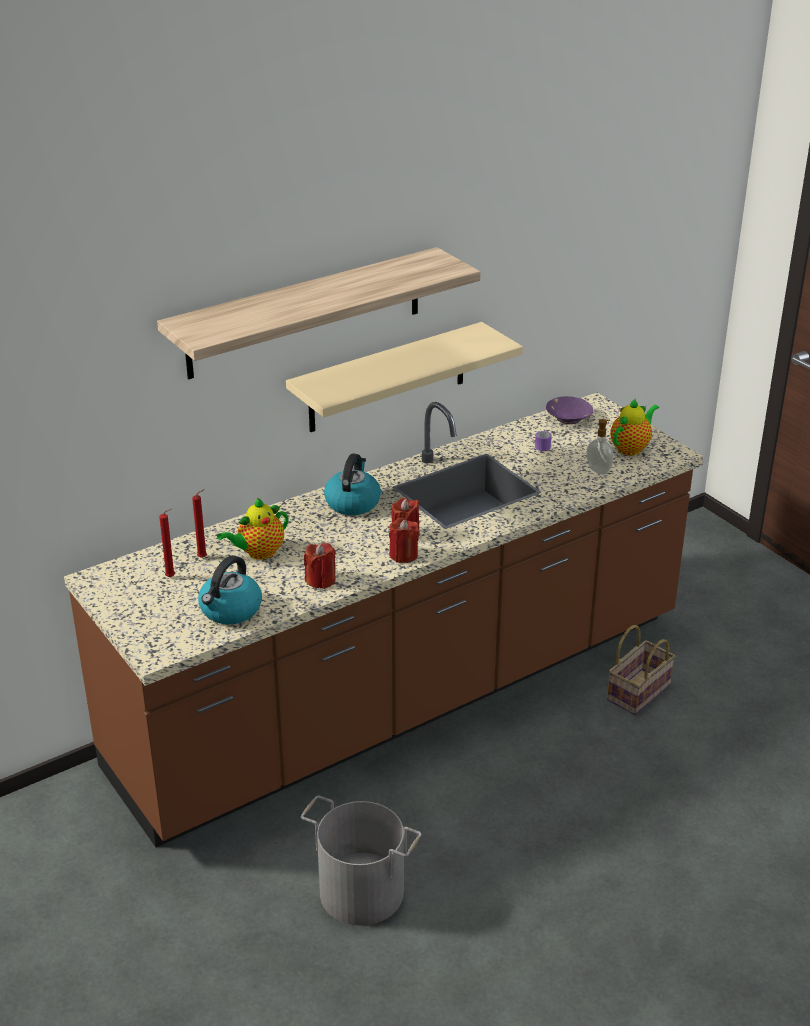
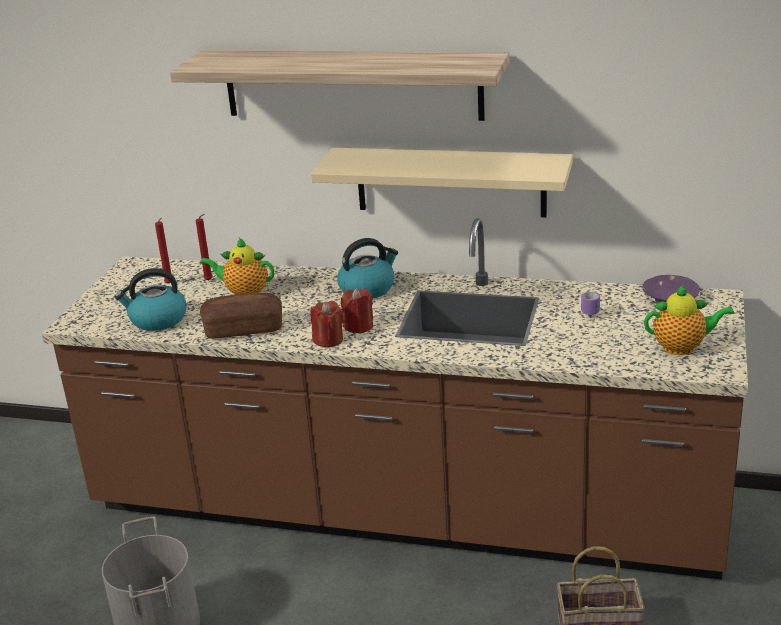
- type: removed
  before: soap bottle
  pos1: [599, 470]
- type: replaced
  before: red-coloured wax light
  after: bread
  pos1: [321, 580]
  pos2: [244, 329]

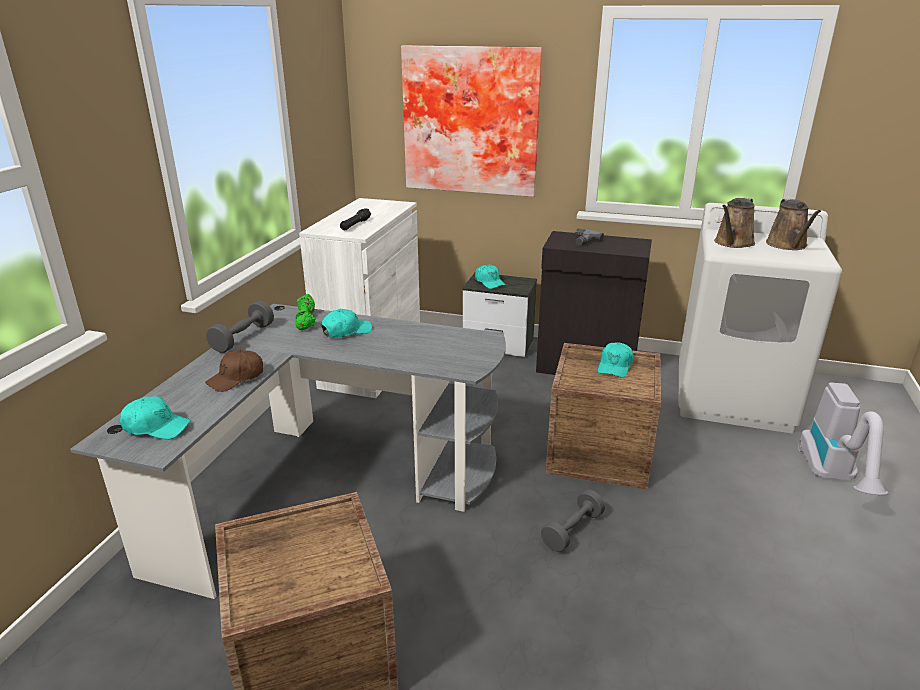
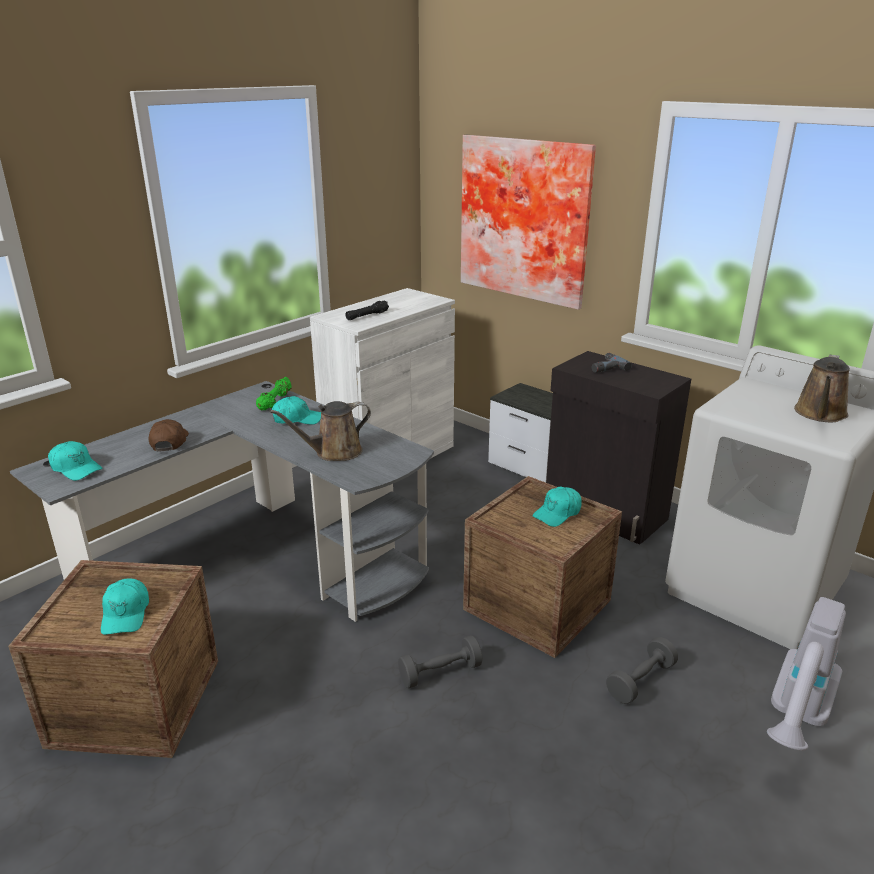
- type: moved
  before: grey hand weight
  pos1: [243, 338]
  pos2: [640, 681]
- type: moved
  before: turquoise cap
  pos1: [489, 282]
  pos2: [126, 614]
- type: moved
  before: brown watering pot
  pos1: [732, 243]
  pos2: [334, 452]
- type: turned
  before: brown cap
  pos1: [236, 378]
  pos2: [169, 442]
  turn: 105

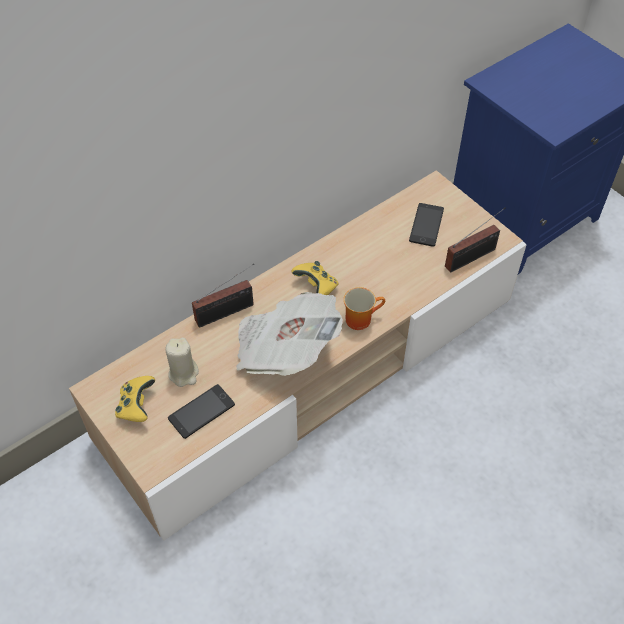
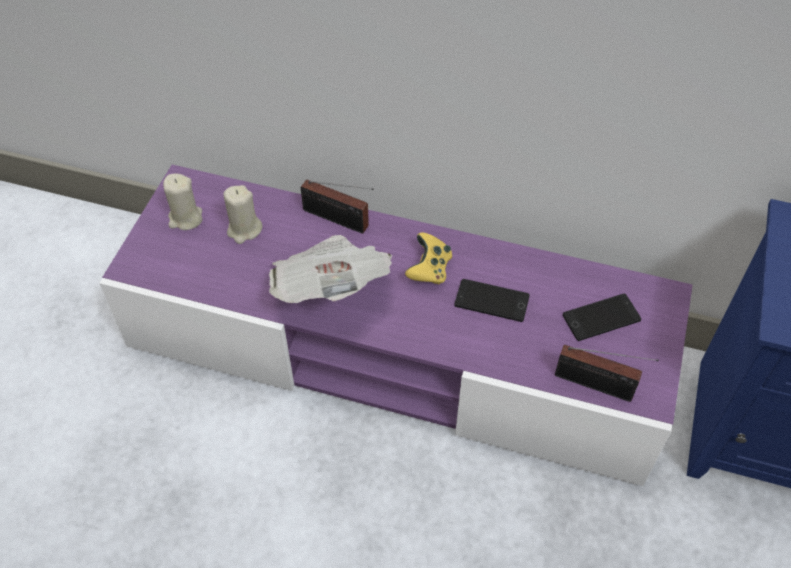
- type: removed
  before: coffee mug
  pos1: [360, 317]
- type: moved
  before: handset
  pos1: [201, 411]
  pos2: [491, 301]
- type: replaced
  before: yellow-coloured game controller
  after: beige-coloured wax light
  pos1: [136, 406]
  pos2: [185, 218]
- type: recoloured
  before: beige-coloured media console
  after: purple-coloured media console
  pos1: [312, 368]
  pos2: [395, 351]

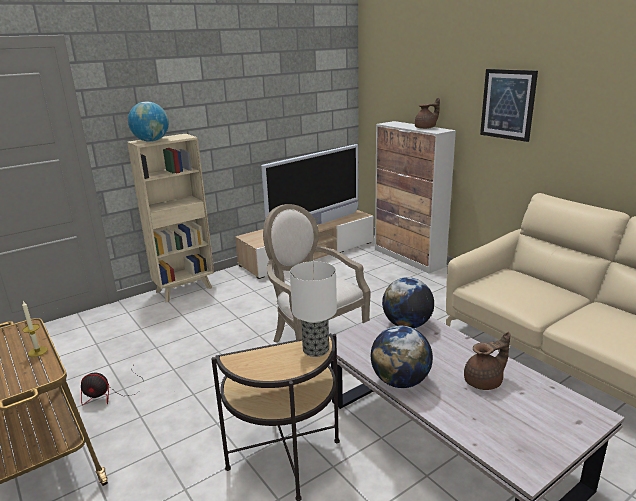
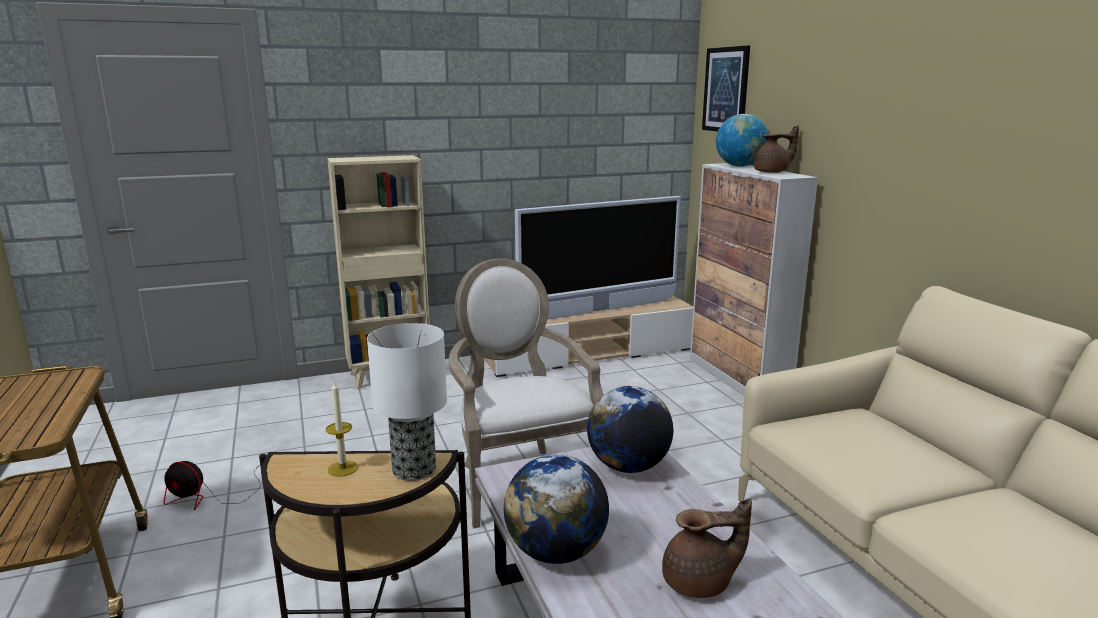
- type: moved
  before: wax light
  pos1: [37, 351]
  pos2: [343, 468]
- type: moved
  before: world globe
  pos1: [151, 141]
  pos2: [740, 166]
- type: moved
  before: wall art
  pos1: [508, 104]
  pos2: [726, 90]

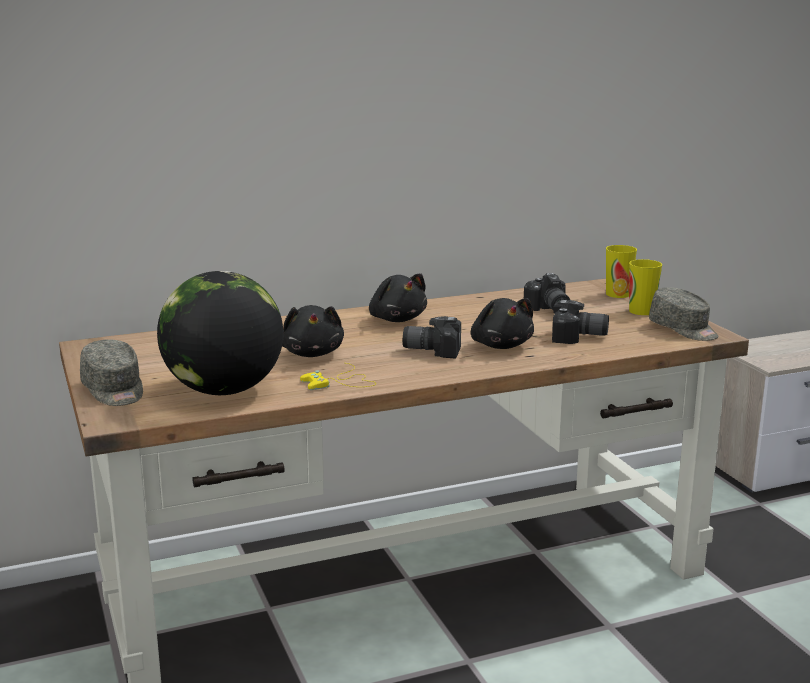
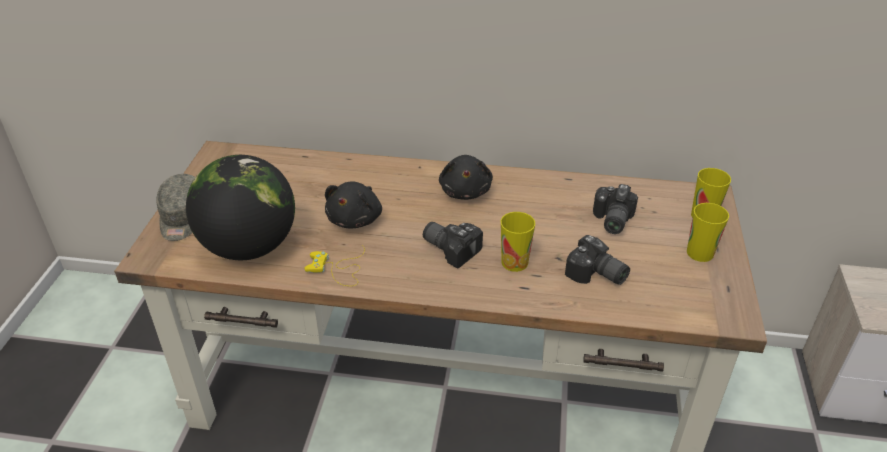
- type: removed
  before: grey cap
  pos1: [683, 330]
- type: replaced
  before: blackish soft toy
  after: drinking cup
  pos1: [501, 345]
  pos2: [514, 262]

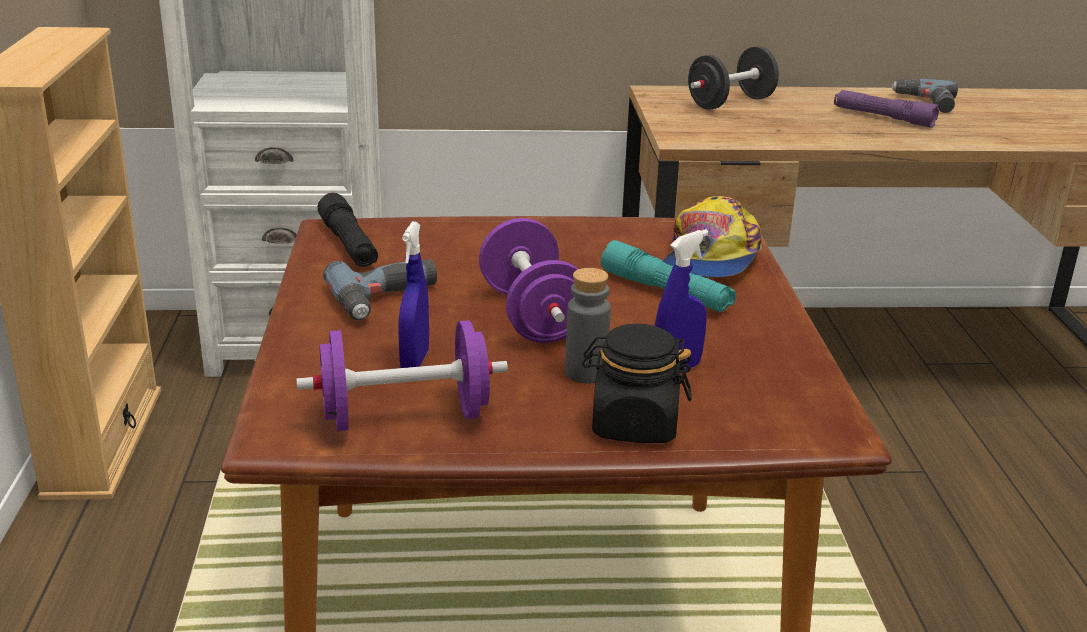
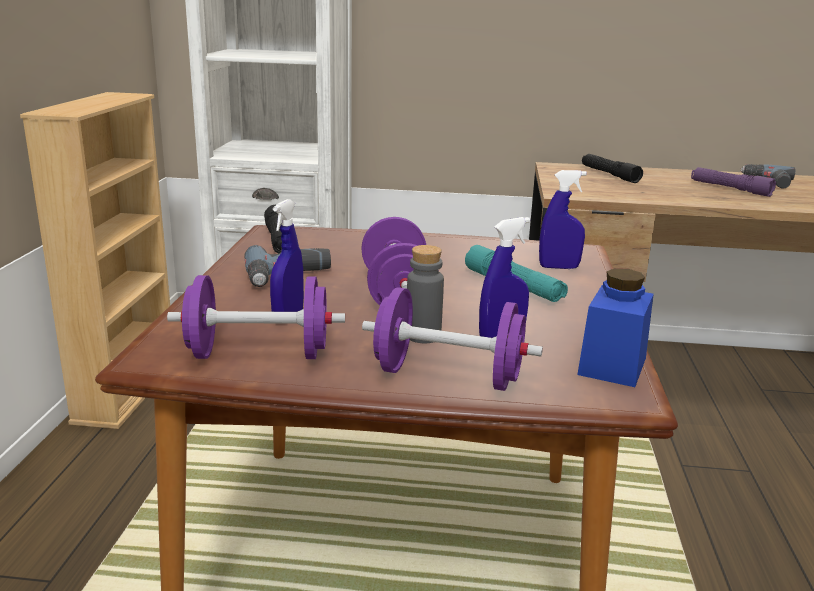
- type: added
  after: blue-coloured preserve jar
  pos2: [612, 366]
- type: replaced
  before: blackish preserve jar
  after: purple-coloured hand weight
  pos1: [633, 425]
  pos2: [448, 376]
- type: replaced
  before: cap
  after: blue-coloured hand sprayer
  pos1: [710, 259]
  pos2: [559, 267]
- type: replaced
  before: blackish hand weight
  after: blackish flashlight
  pos1: [730, 103]
  pos2: [609, 175]

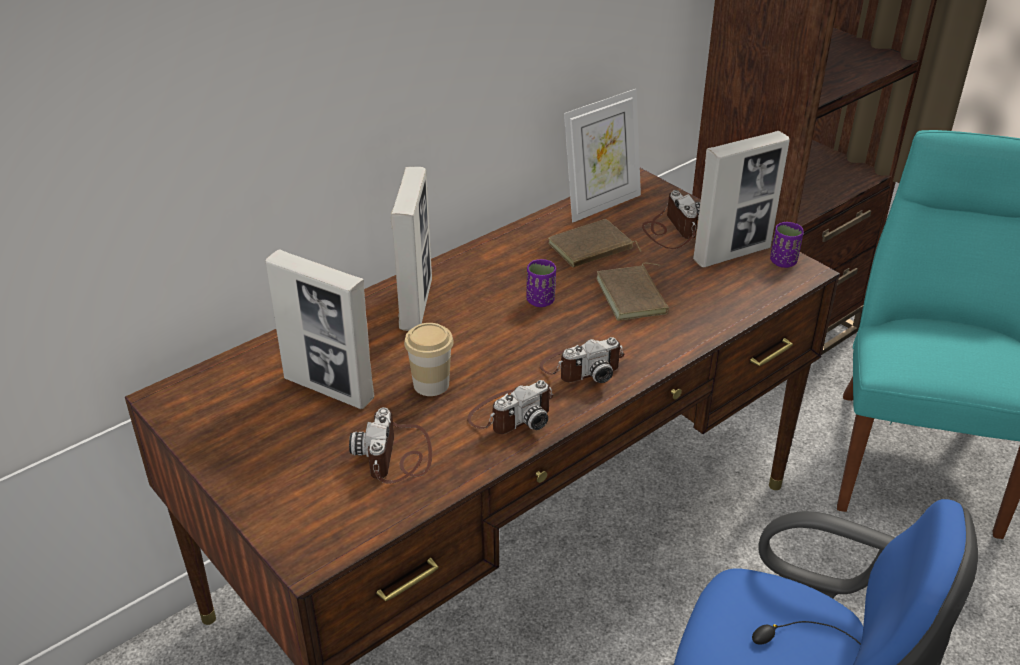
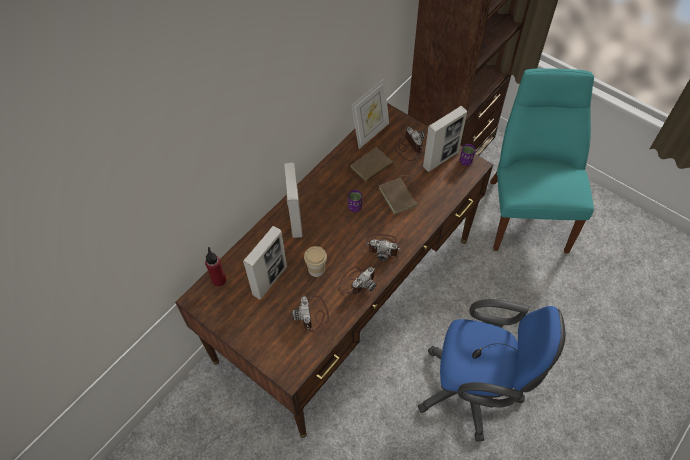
- type: added
  after: red-coloured beverage bottle
  pos2: [219, 280]
- type: turned
  before: photo frame
  pos1: [329, 389]
  pos2: [270, 280]
  turn: -75
- type: turned
  before: photo camera
  pos1: [581, 367]
  pos2: [383, 246]
  turn: 45

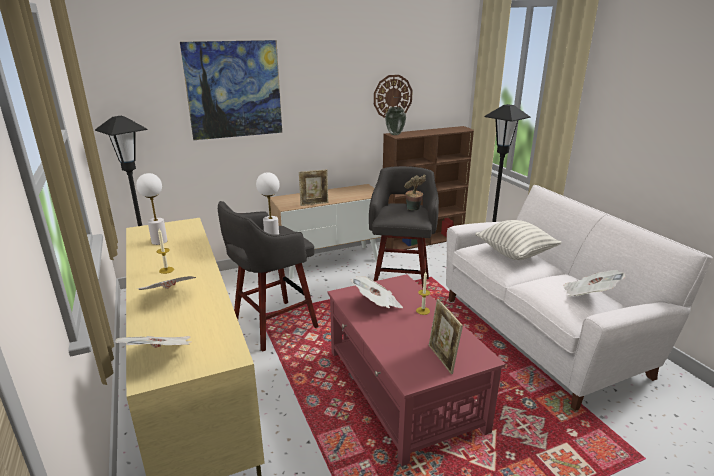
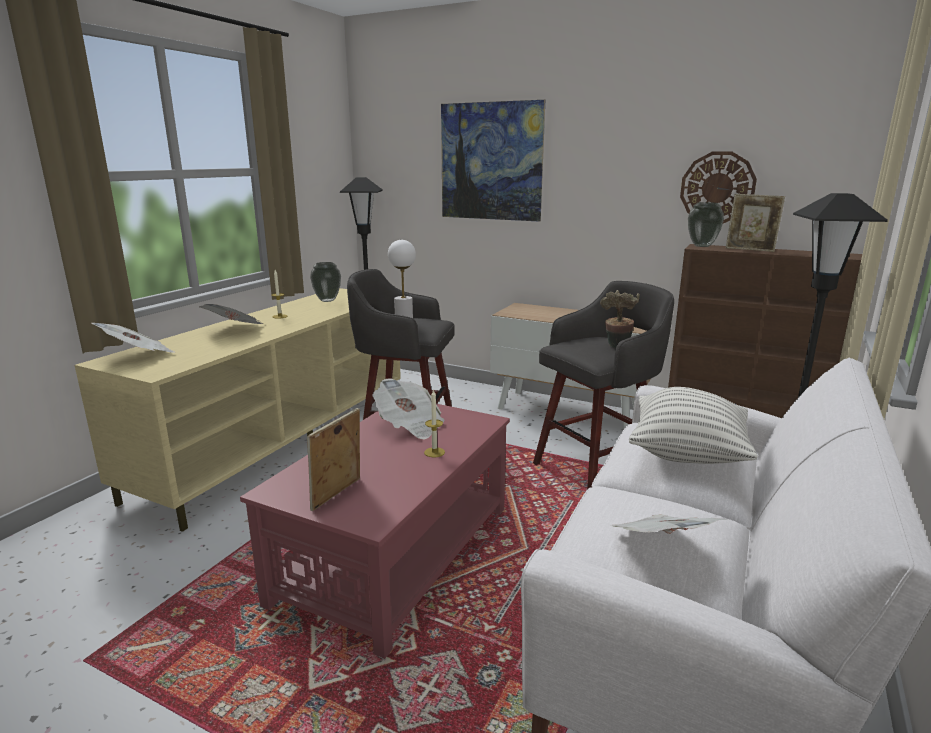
- type: moved
  before: photo frame
  pos1: [314, 204]
  pos2: [750, 250]
- type: replaced
  before: white tabletop lamp
  after: decorative vase
  pos1: [159, 241]
  pos2: [328, 300]

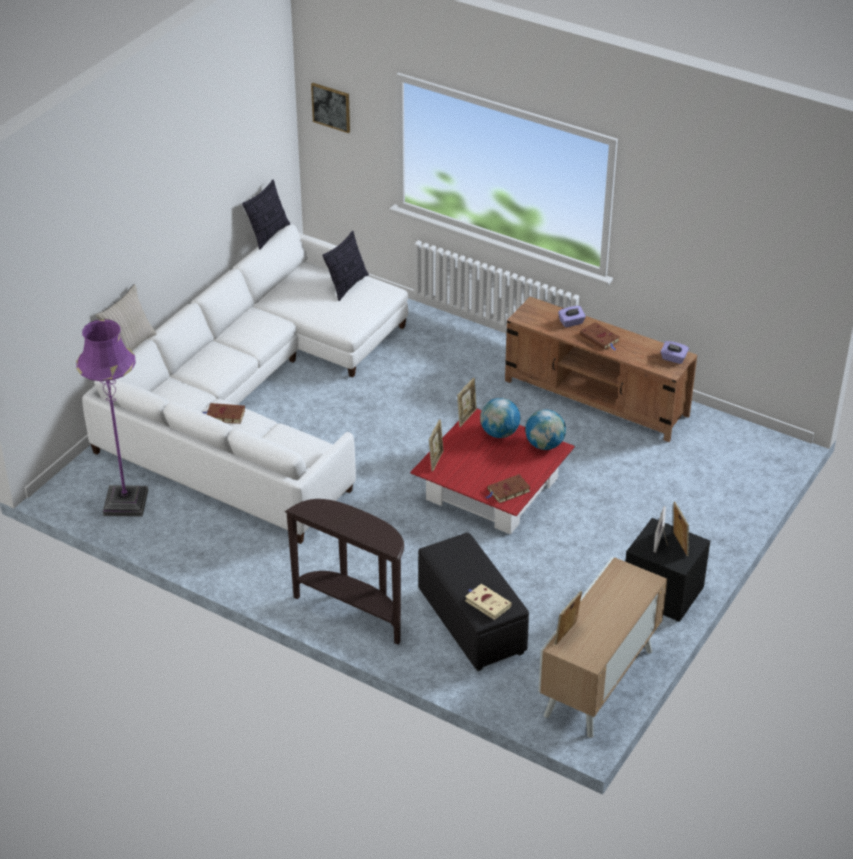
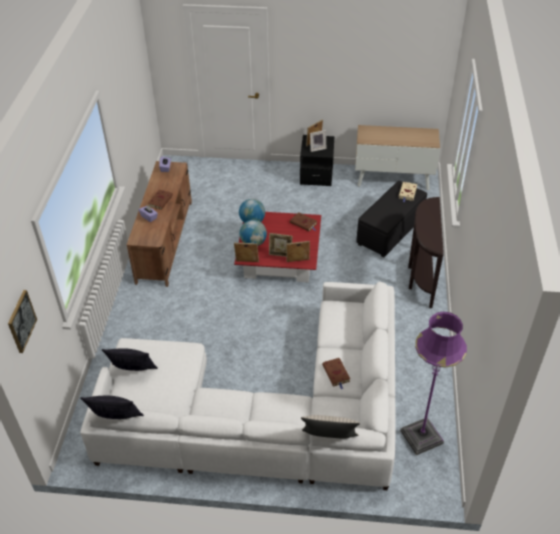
- type: moved
  before: photo frame
  pos1: [566, 634]
  pos2: [280, 255]

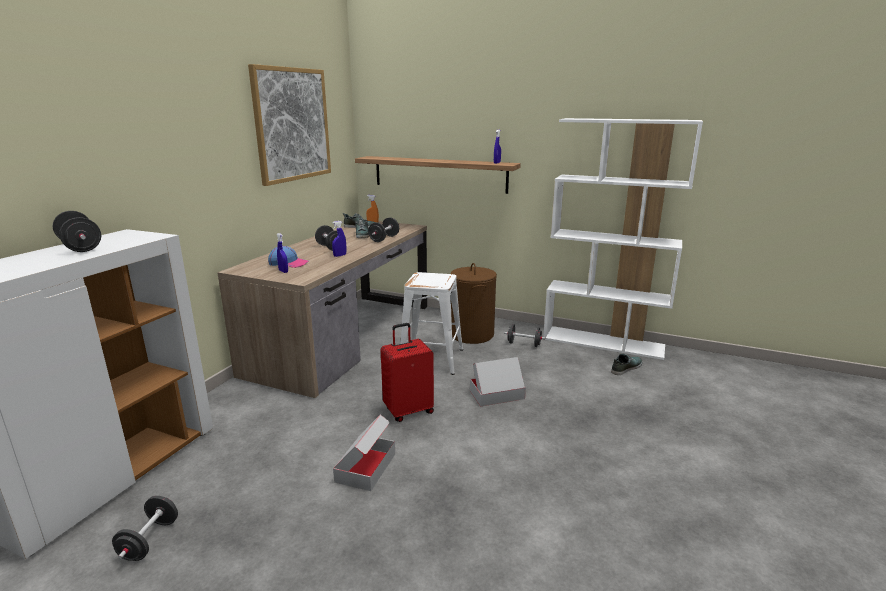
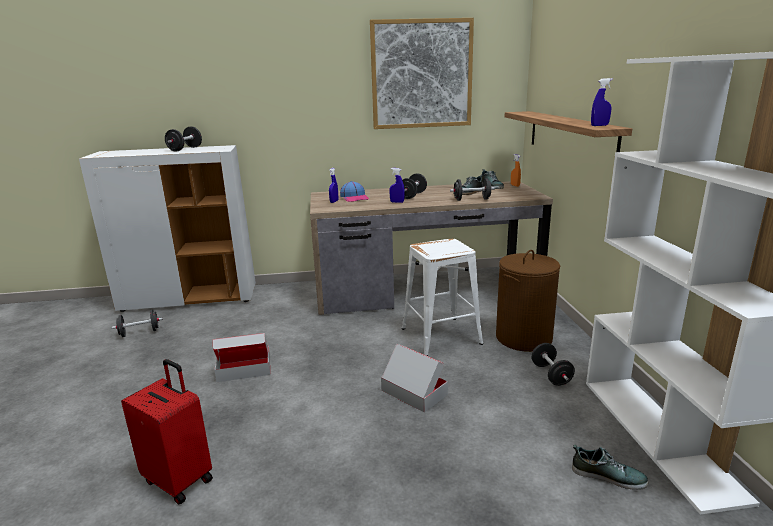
- type: moved
  before: red-coloured piece of luggage
  pos1: [408, 410]
  pos2: [180, 479]

